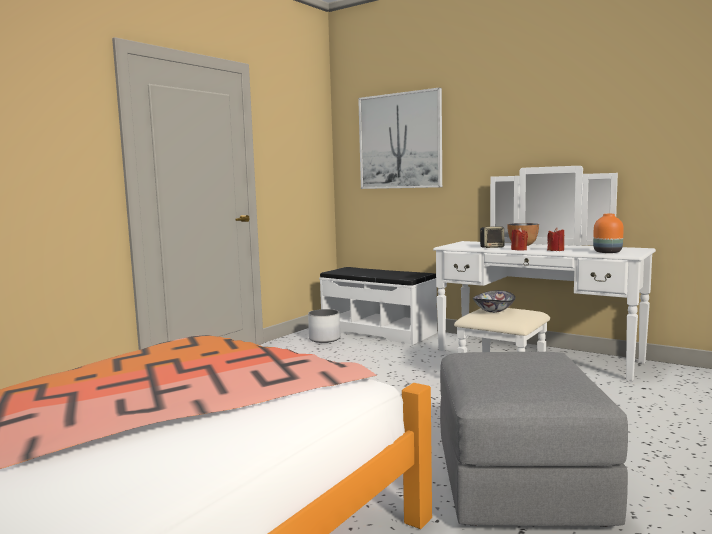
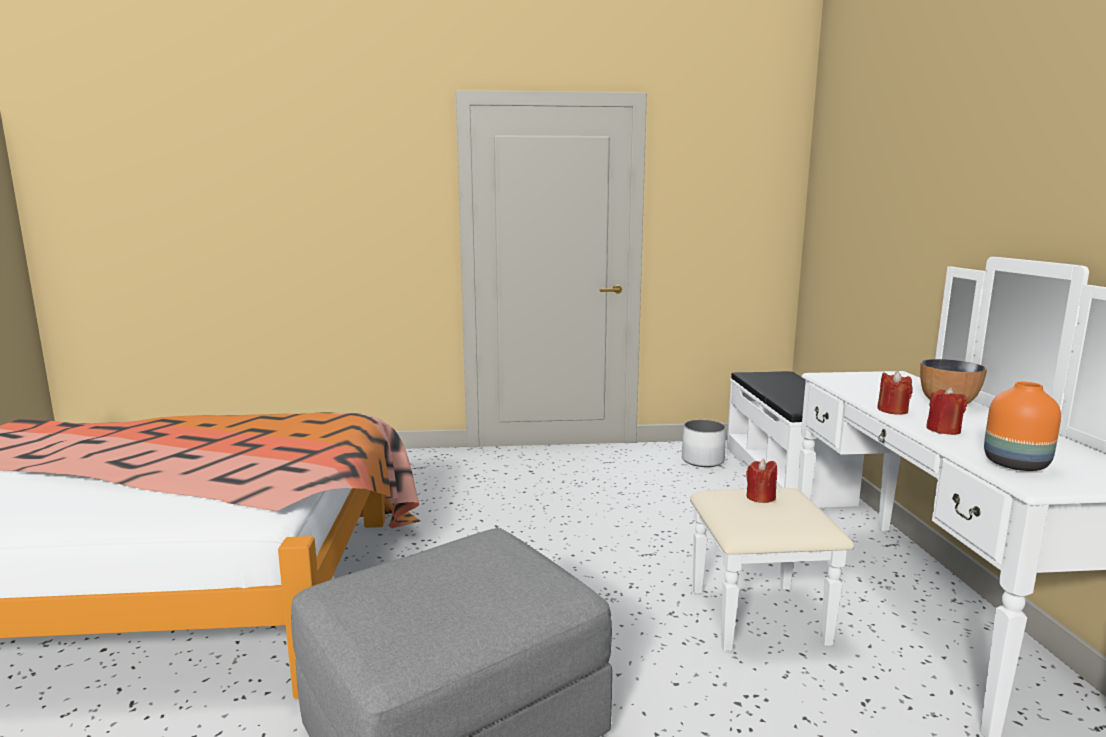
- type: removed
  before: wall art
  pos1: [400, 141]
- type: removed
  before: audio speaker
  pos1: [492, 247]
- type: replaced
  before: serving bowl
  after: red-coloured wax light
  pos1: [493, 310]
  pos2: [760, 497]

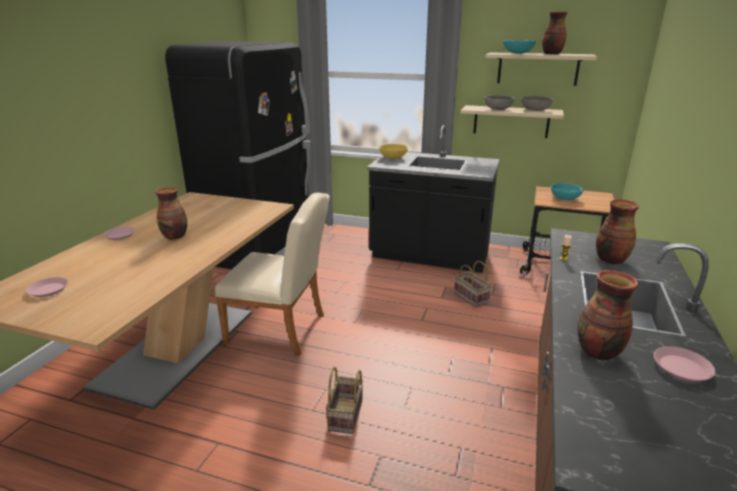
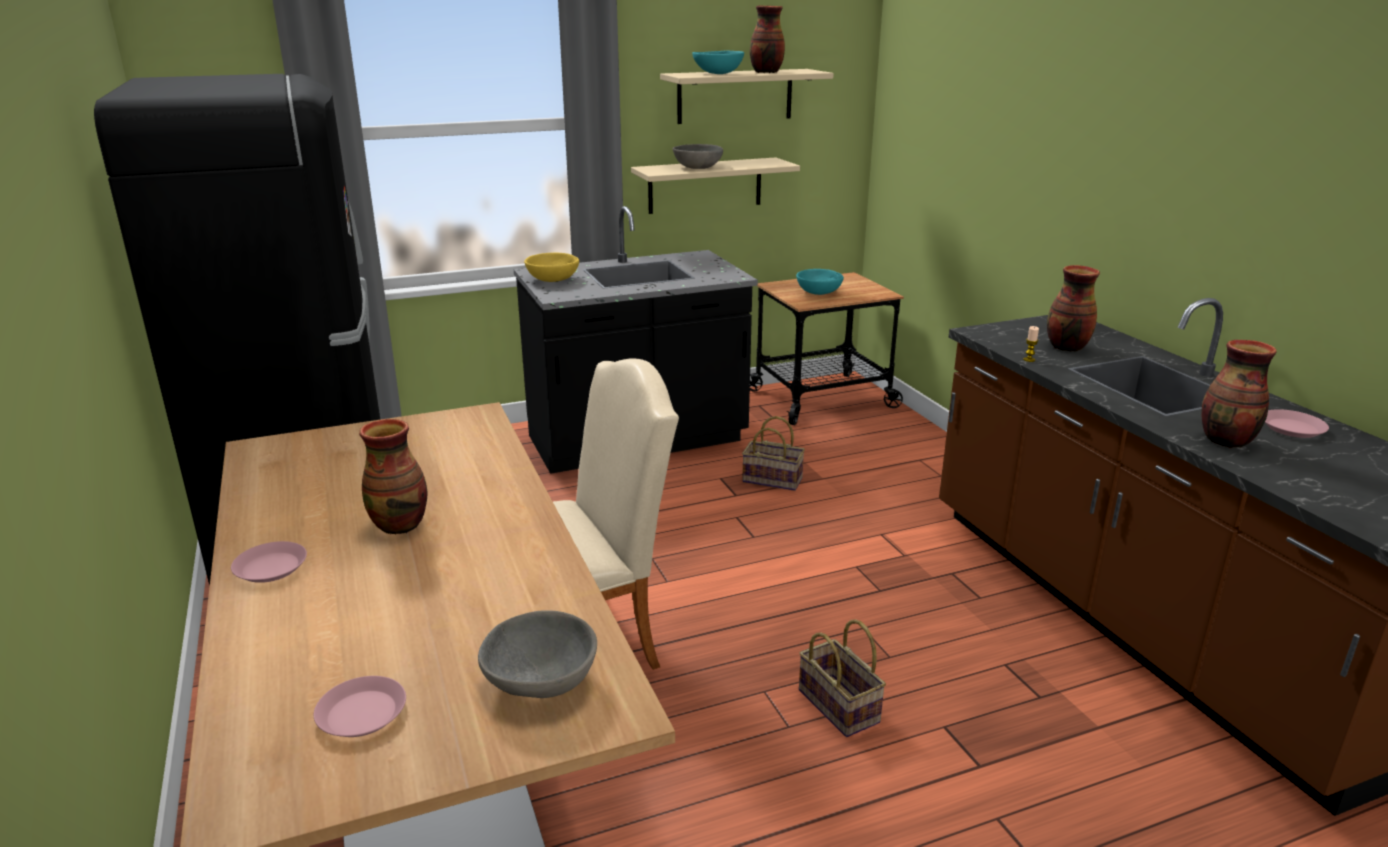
- type: moved
  before: grey serving bowl
  pos1: [535, 110]
  pos2: [539, 682]

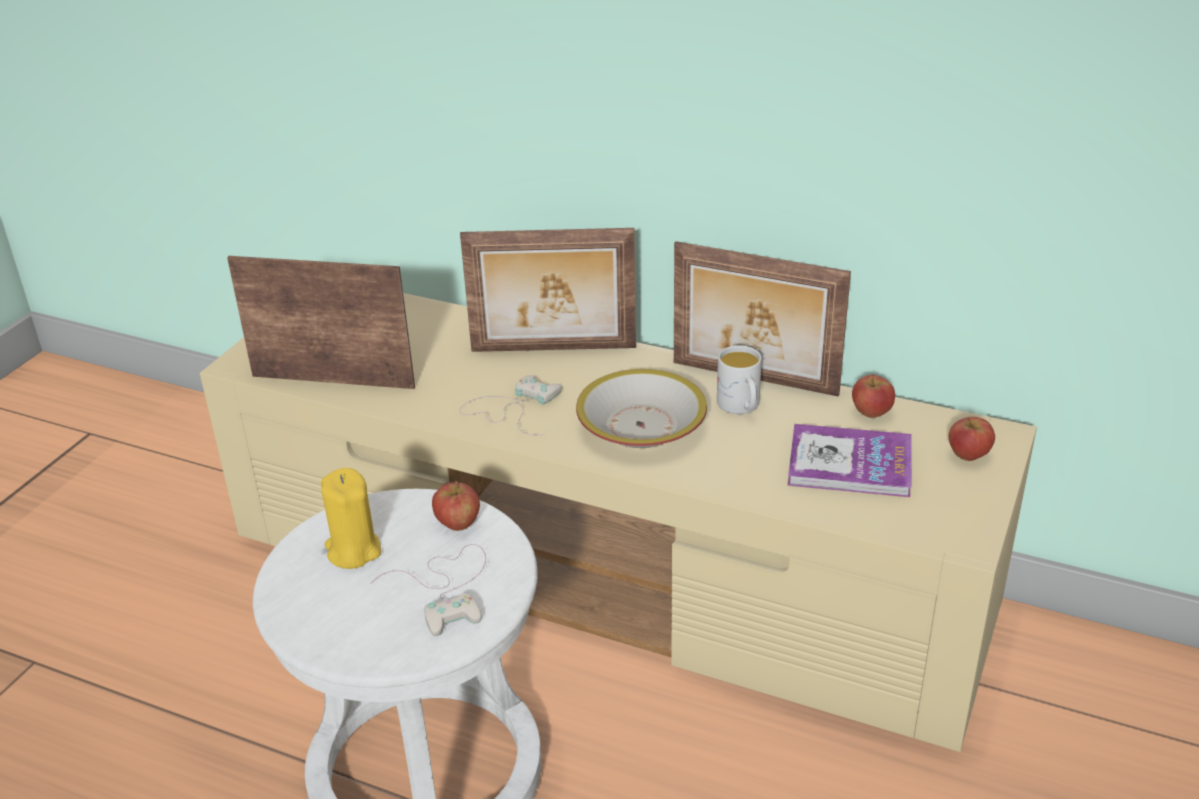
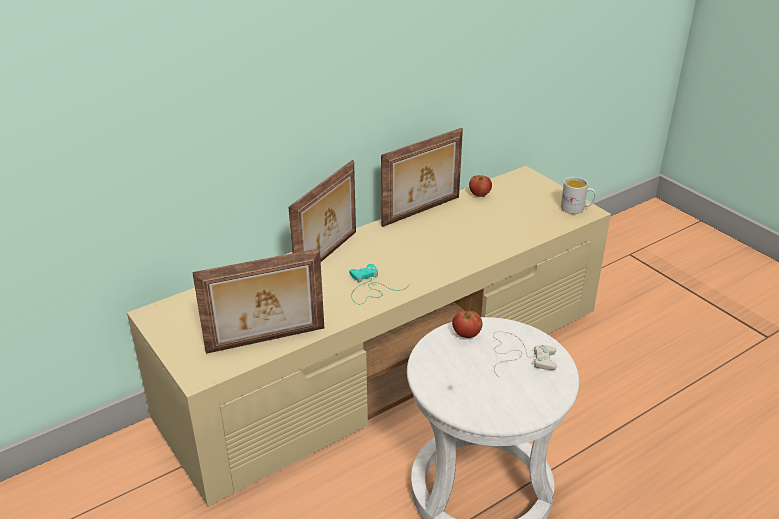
- type: removed
  before: yellow-coloured wax light
  pos1: [353, 550]
- type: removed
  before: serving bowl
  pos1: [640, 426]
- type: removed
  before: bound book
  pos1: [850, 464]
- type: removed
  before: whole apple
  pos1: [968, 455]
- type: moved
  before: white coffee mug
  pos1: [741, 407]
  pos2: [576, 209]
- type: recoloured
  before: white game controller
  after: turquoise game controller
  pos1: [512, 409]
  pos2: [370, 288]
- type: turned
  before: photo frame
  pos1: [334, 379]
  pos2: [266, 341]
  turn: -150

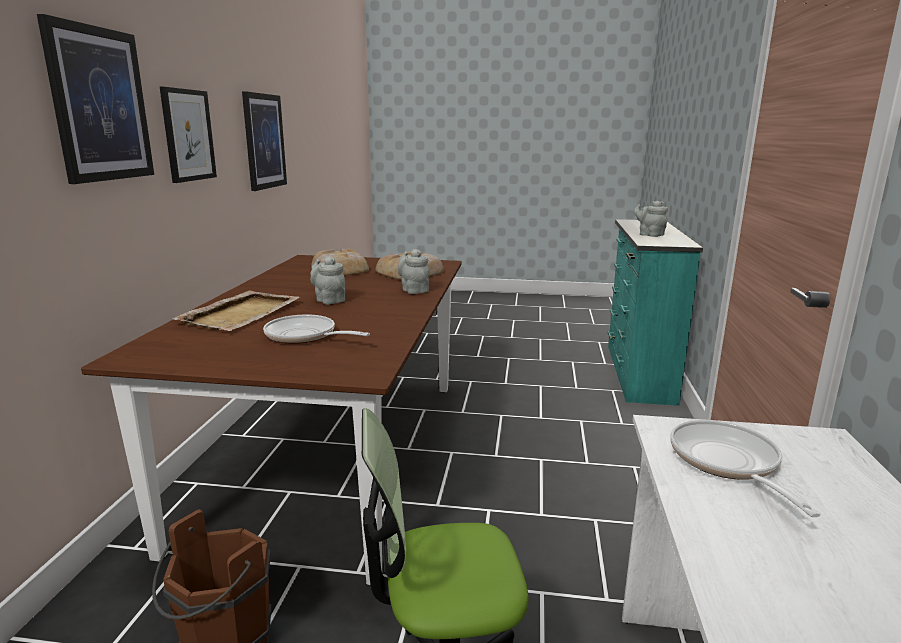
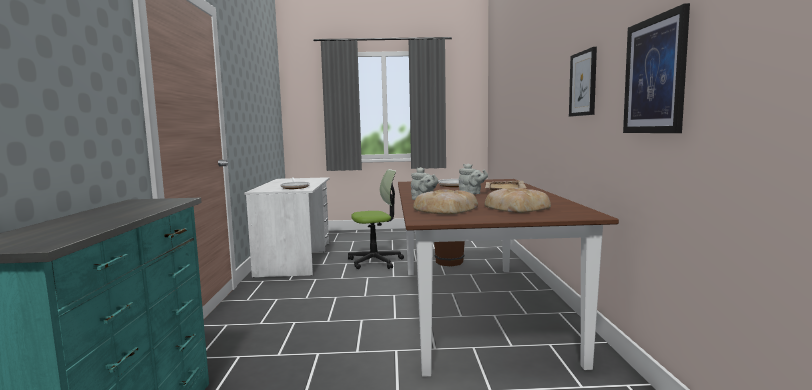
- type: removed
  before: wall art
  pos1: [100, 105]
- type: removed
  before: grey teapot
  pos1: [649, 234]

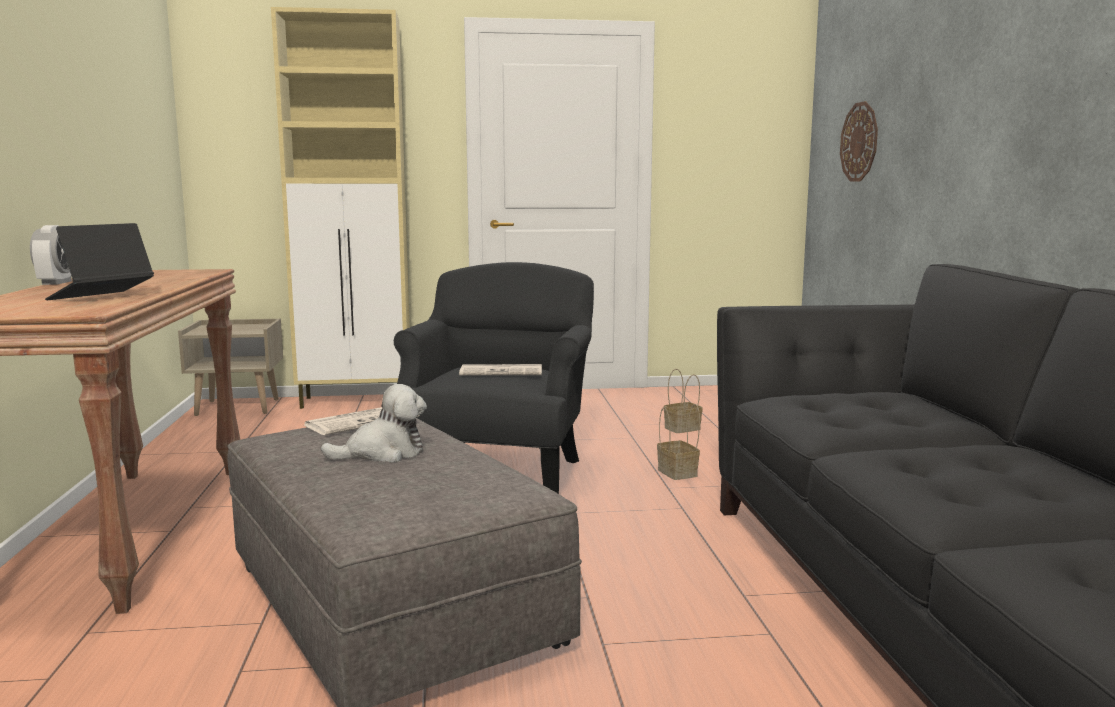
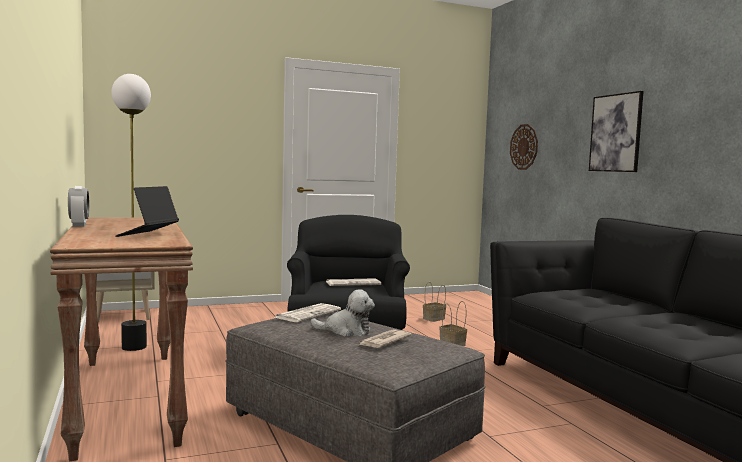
- type: removed
  before: beige-coloured cupboard
  pos1: [357, 401]
- type: added
  after: standard lamp
  pos2: [134, 347]
- type: added
  after: printed paper
  pos2: [383, 341]
- type: added
  after: wall art
  pos2: [616, 133]
- type: turned
  before: soft toy
  pos1: [383, 453]
  pos2: [346, 331]
  turn: 45

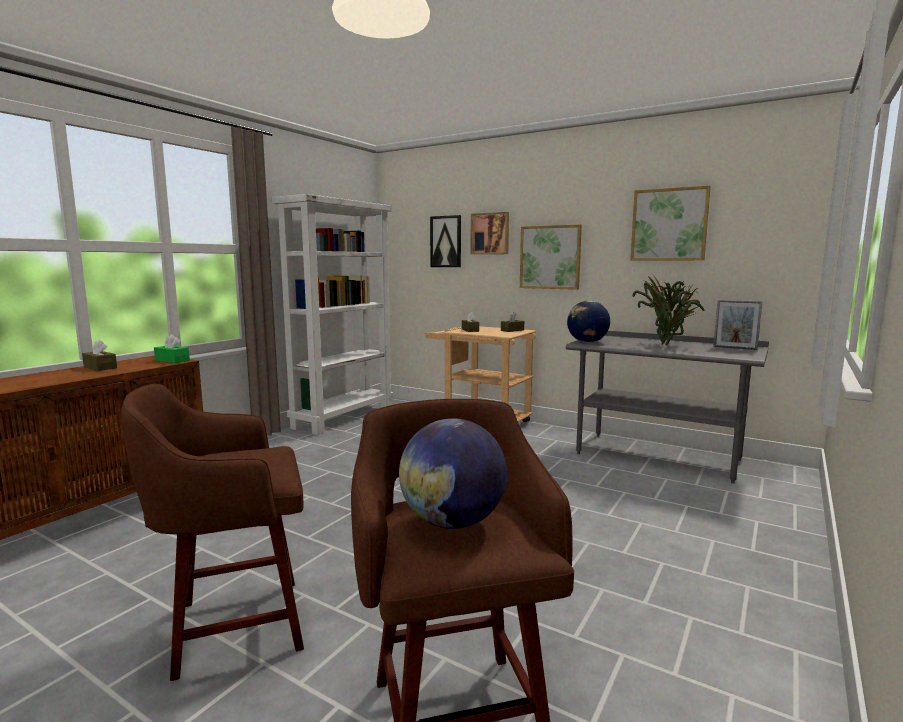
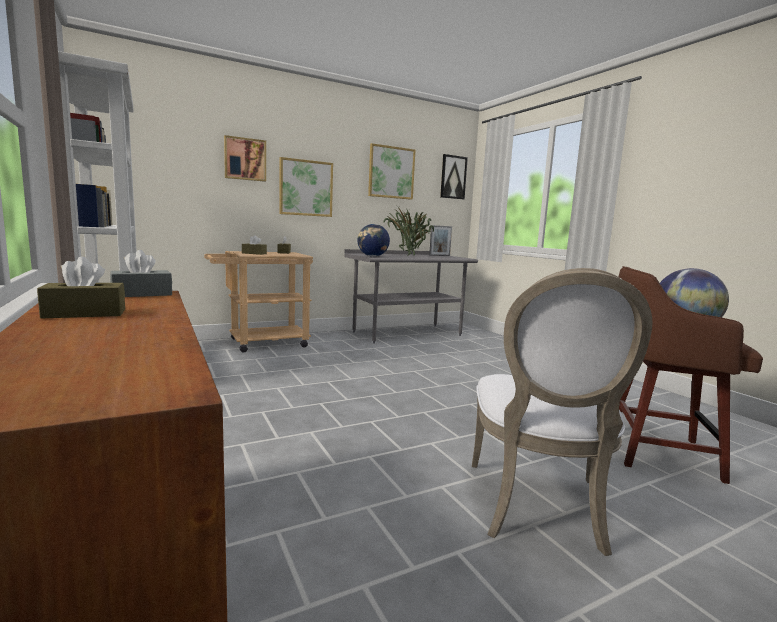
- type: moved
  before: wall art
  pos1: [446, 241]
  pos2: [453, 177]
- type: replaced
  before: brown stool
  after: white upright chair
  pos1: [233, 626]
  pos2: [539, 508]
- type: recoloured
  before: green box of tissues
  after: grey box of tissues
  pos1: [172, 360]
  pos2: [142, 294]

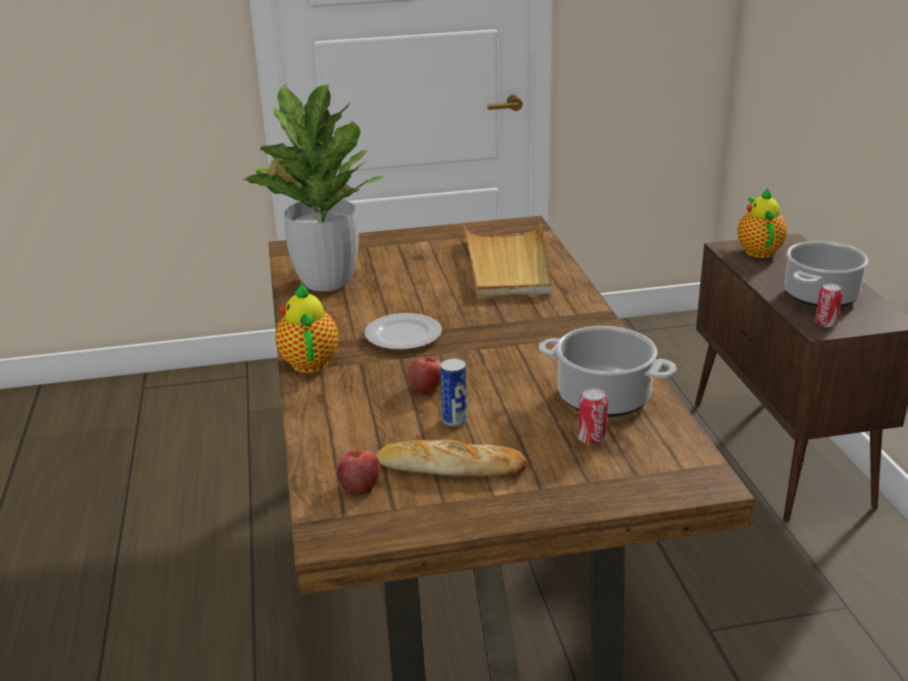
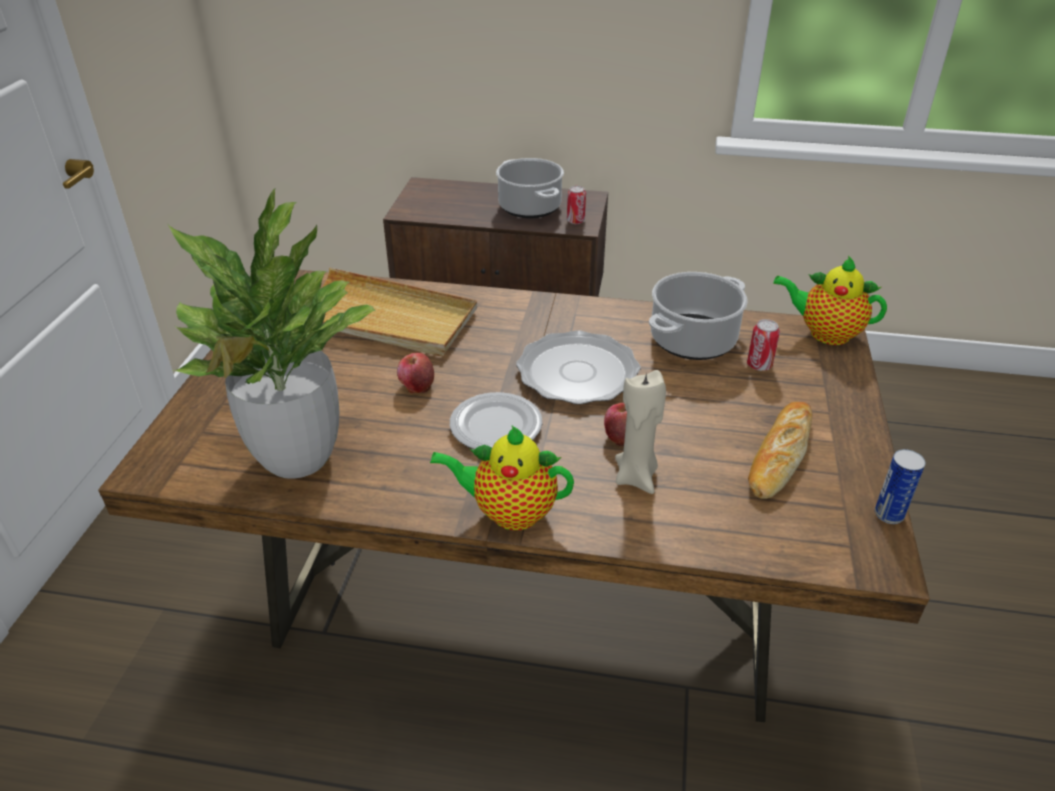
- type: added
  after: flat dish
  pos2: [578, 372]
- type: added
  after: beige-coloured wax light
  pos2: [636, 477]
- type: moved
  before: whole apple
  pos1: [359, 485]
  pos2: [416, 385]
- type: moved
  before: metal can
  pos1: [454, 420]
  pos2: [889, 514]
- type: moved
  before: teapot
  pos1: [758, 250]
  pos2: [825, 333]

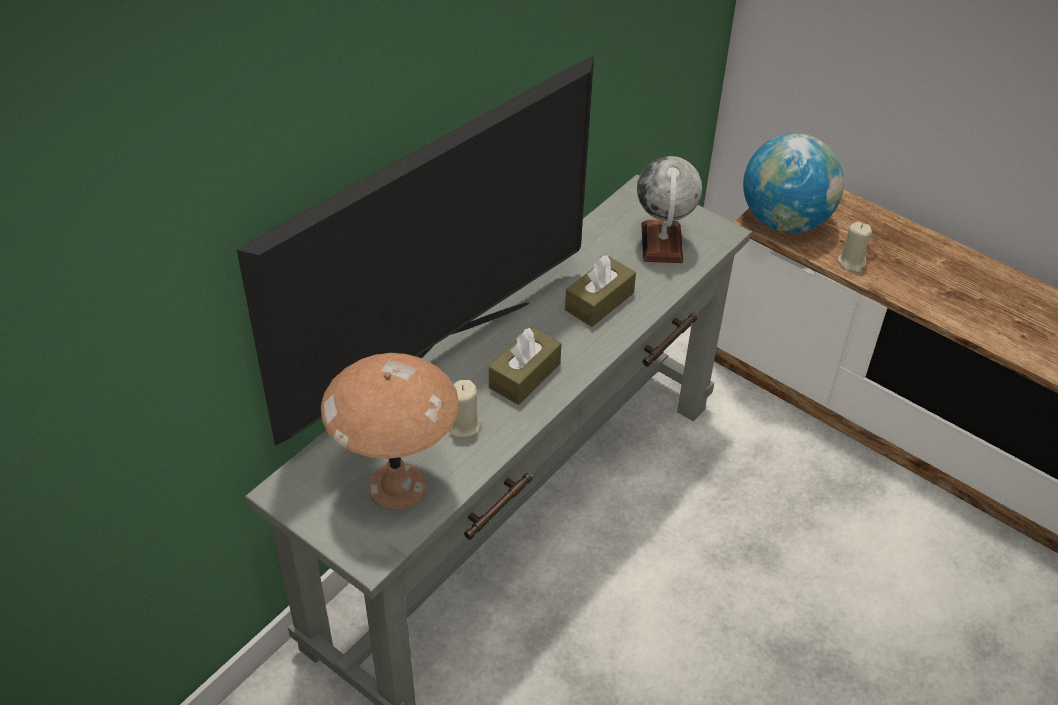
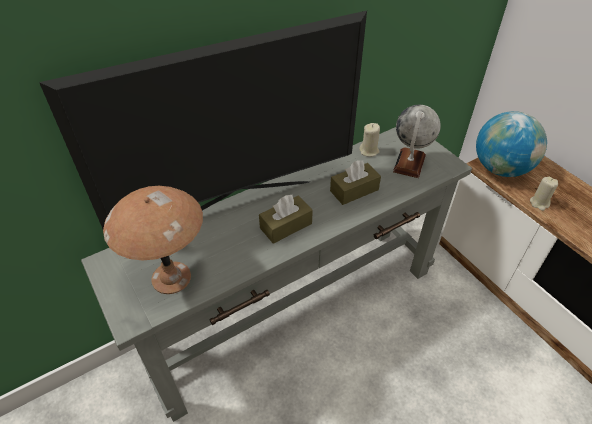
- type: moved
  before: beige-coloured wax light
  pos1: [464, 425]
  pos2: [369, 151]

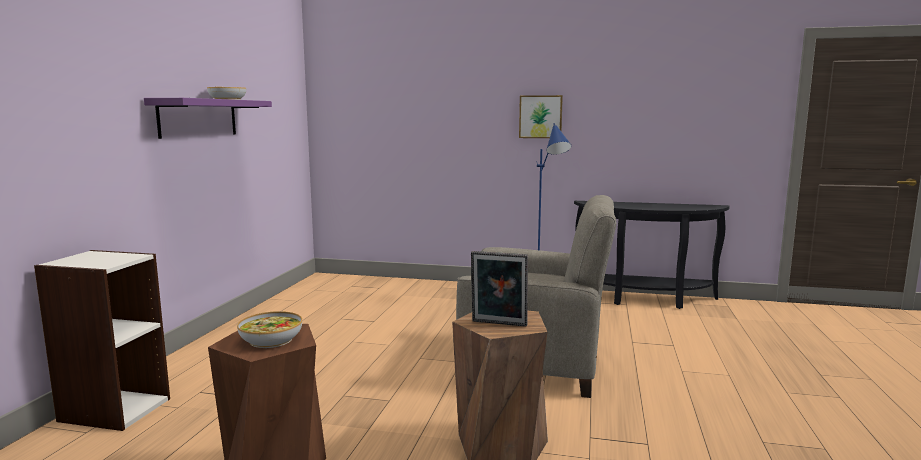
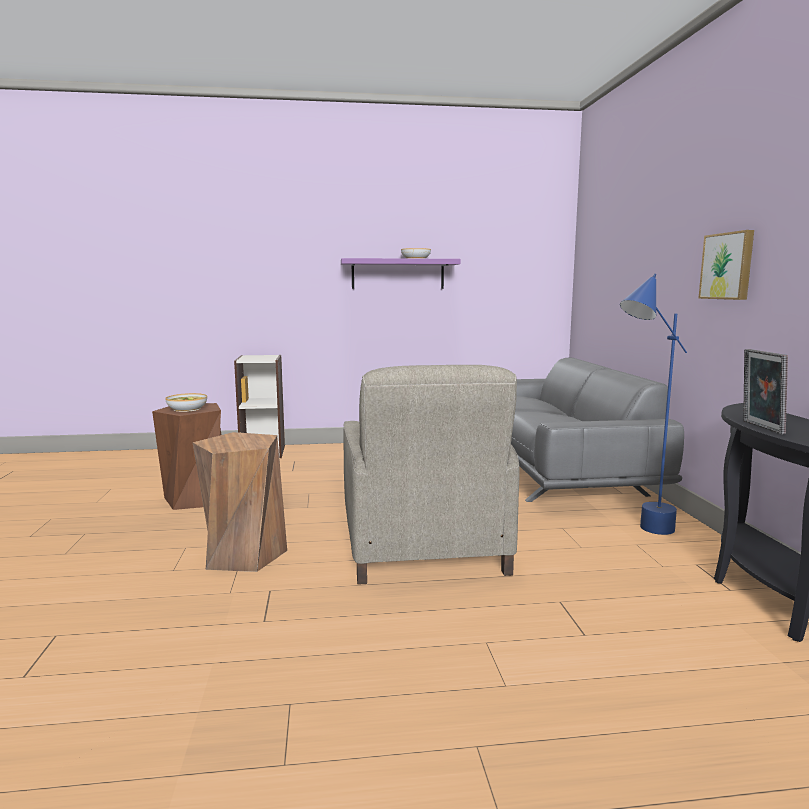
- type: added
  after: grey settee
  pos2: [555, 470]
- type: moved
  before: photo frame
  pos1: [498, 324]
  pos2: [759, 427]

